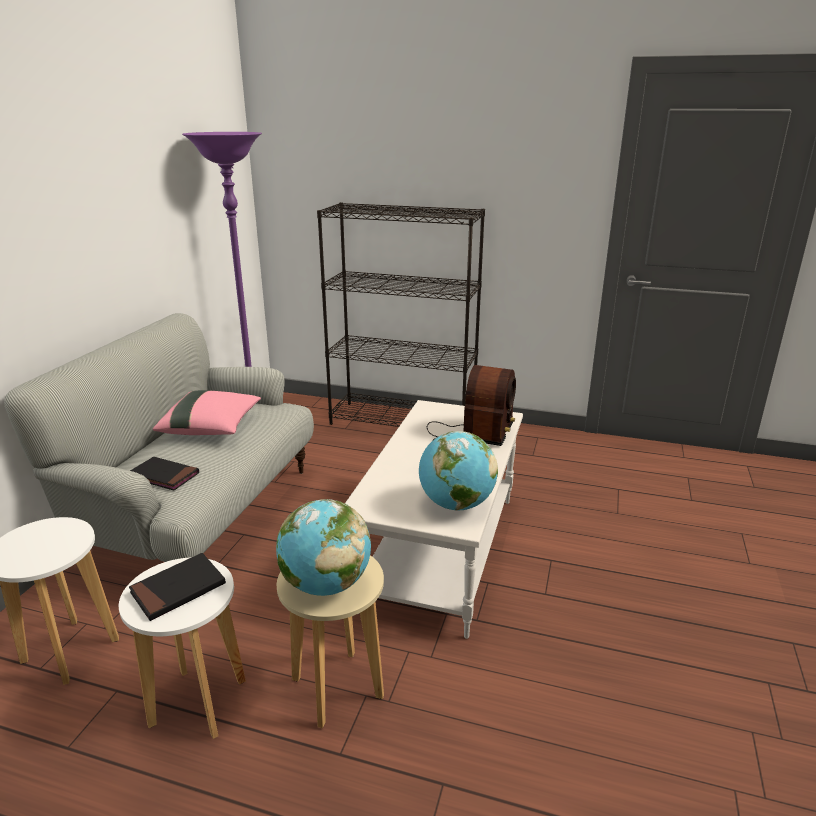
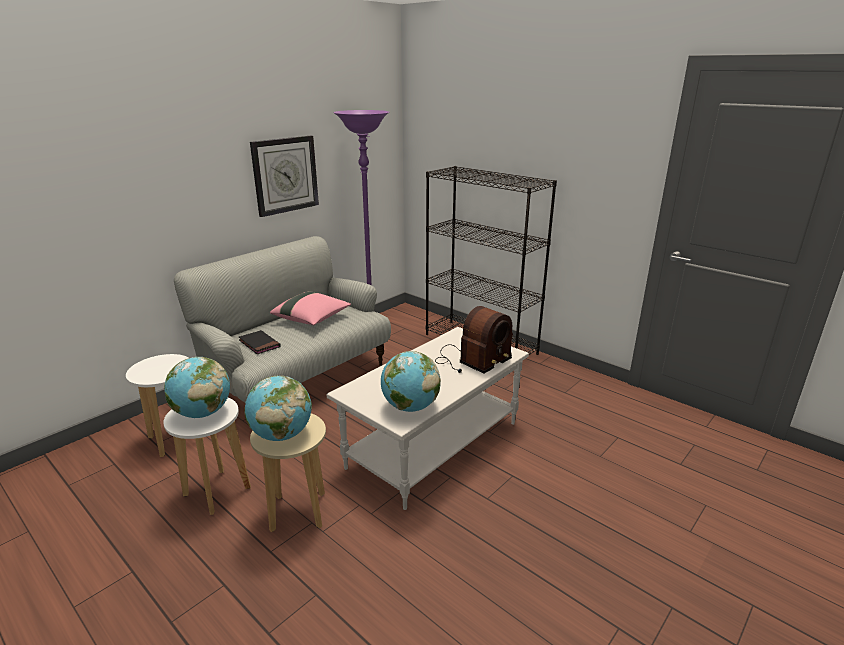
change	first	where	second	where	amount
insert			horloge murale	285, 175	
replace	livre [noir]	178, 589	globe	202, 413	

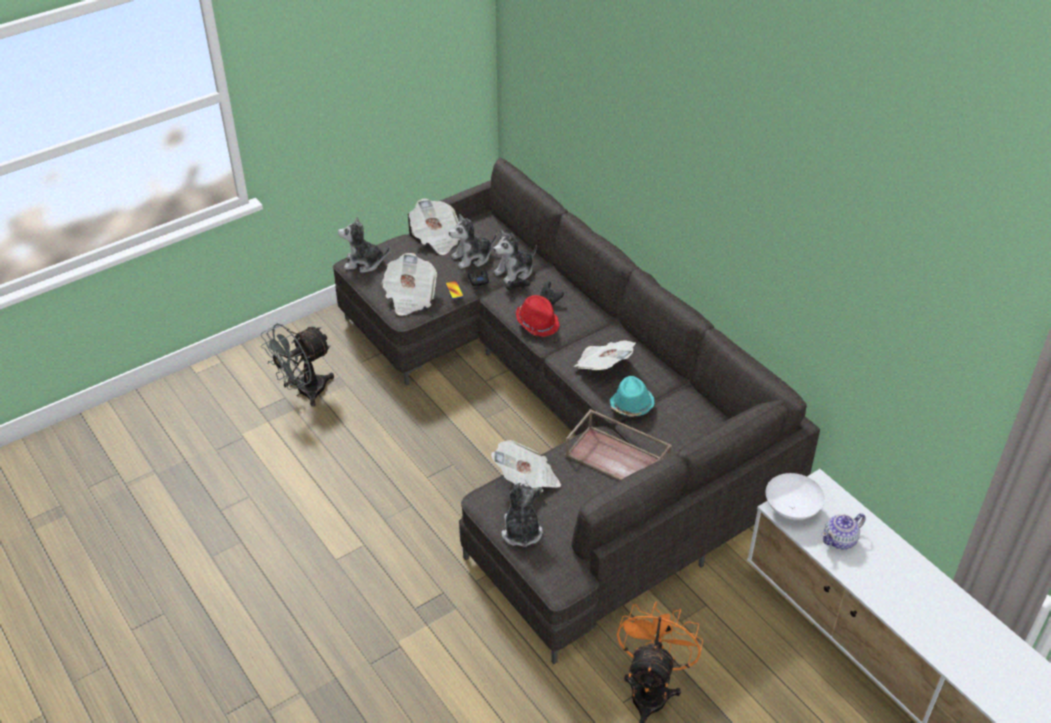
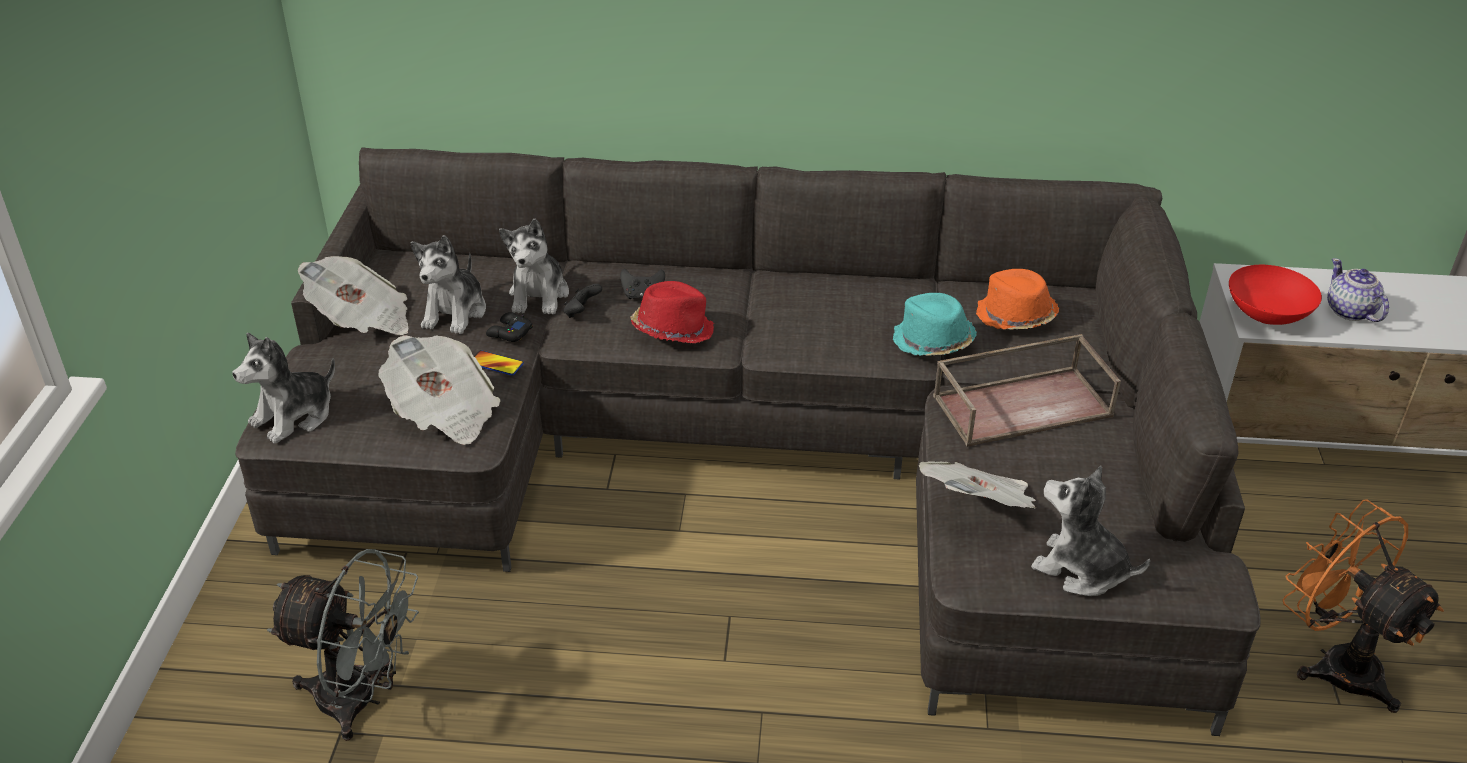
change	first	where	second	where	amount
delete	journal	603, 366			
insert			chapeau [orange]	1015, 317	
recolor	bol [blanc]	792, 508	bol [rouge]	1266, 315	
rotate	ventilateur [gris]	304, 392		362, 700	75 degrees counterclockwise
rotate	théière	840, 540		1350, 311	150 degrees clockwise

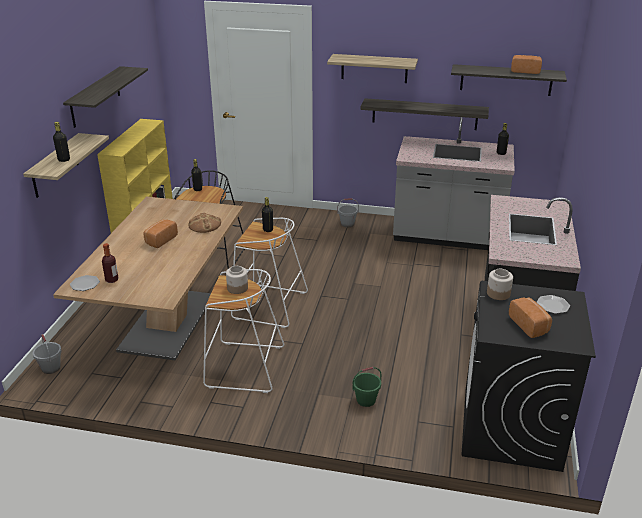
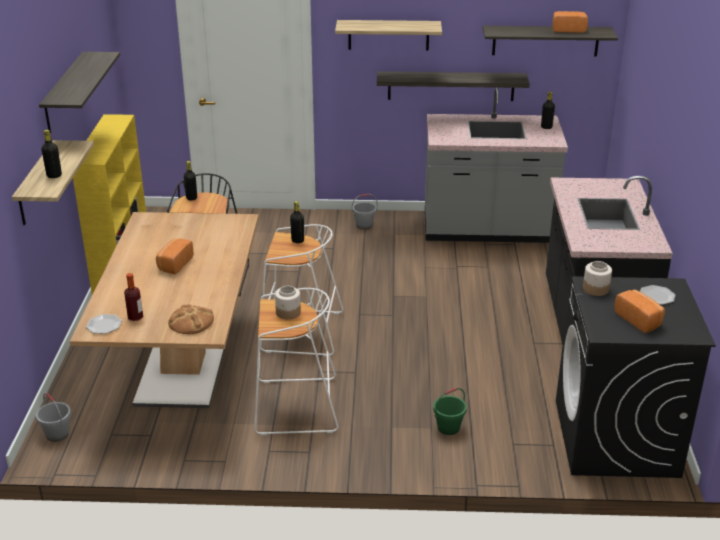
change	first	where	second	where	amount
move	pain	204, 225		191, 322	

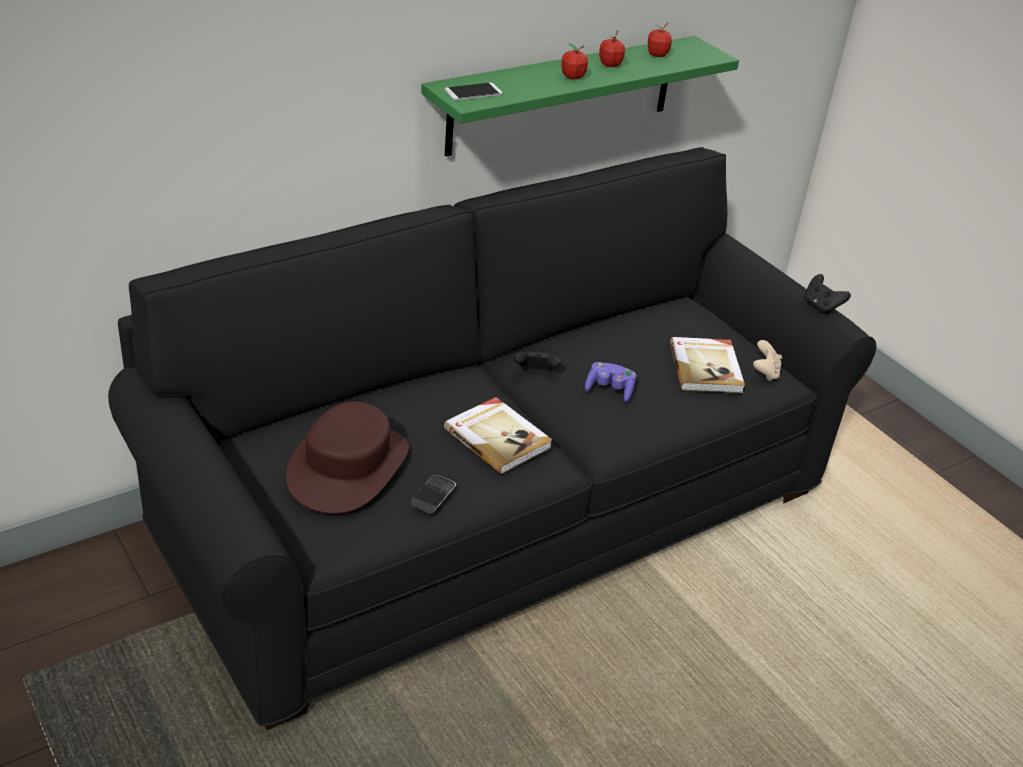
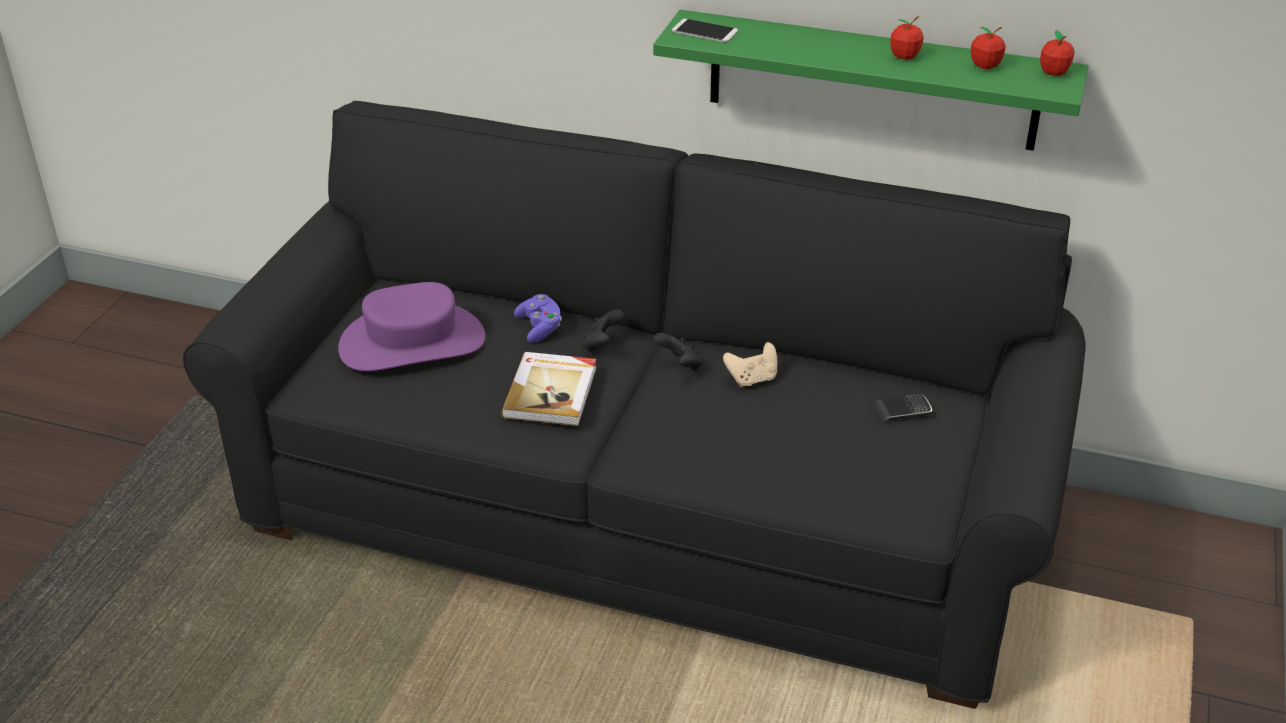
change	first	where	second	where	amount
delete	livre	706, 368			
move	téléphone	433, 496		903, 410	
move	pomme	572, 77		1054, 72	
move	manette [violet]	609, 390		540, 328	
move	manette [beige]	765, 372		752, 379	
move	manette [noir]	821, 306		601, 344	
recolor	chapeau [marron]	348, 467	chapeau [violet]	412, 342	

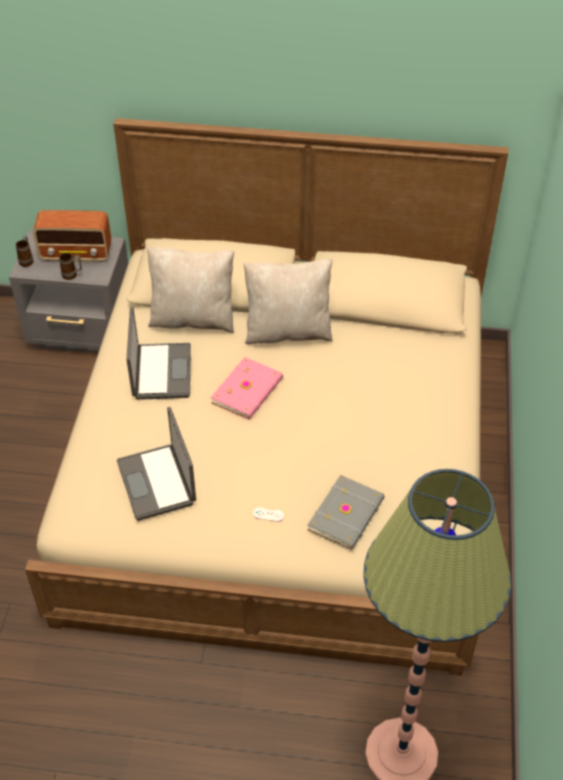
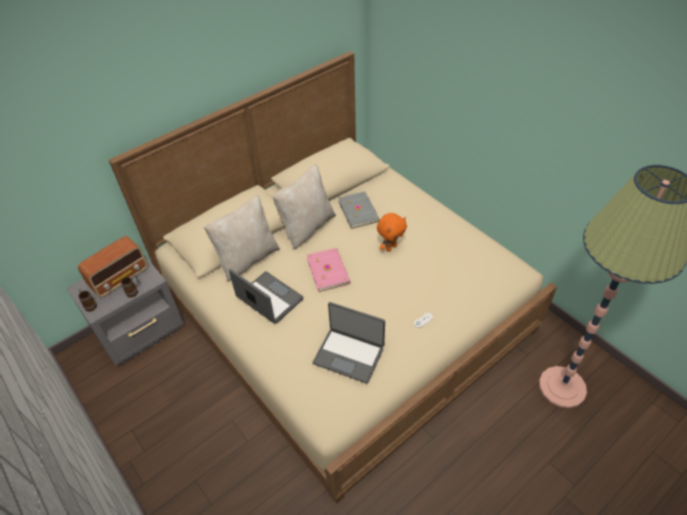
change	first	where	second	where	amount
insert			peluche [orange]	390, 247	
move	livre [gris]	347, 515		359, 211	

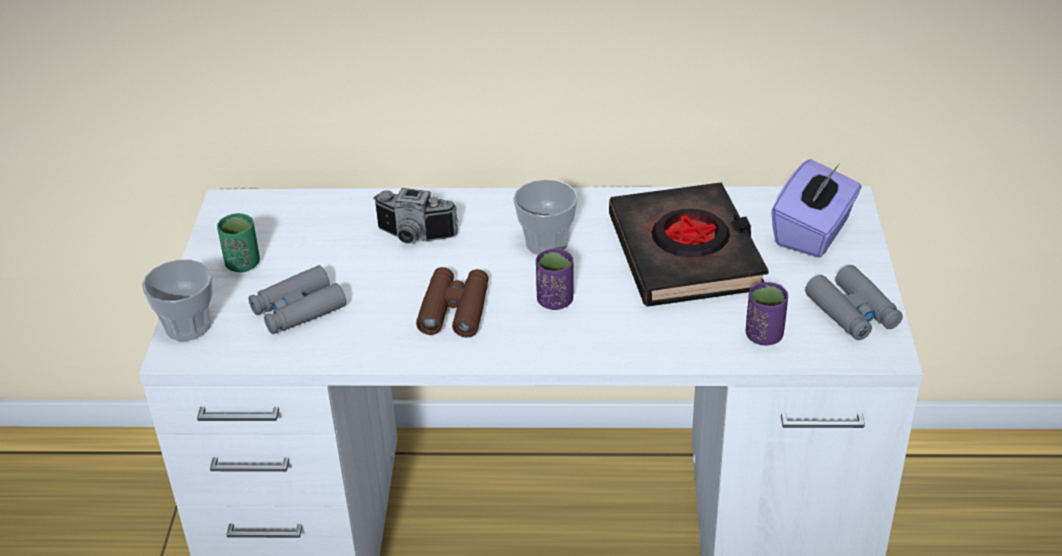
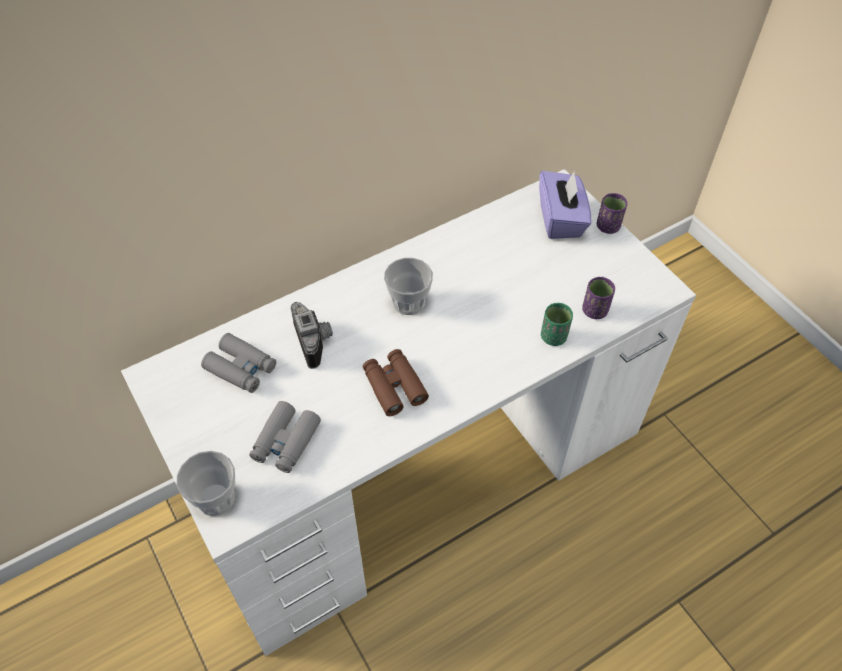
change	first	where	second	where	amount
delete	livre [noir]	686, 254			
move	tasse [vert]	243, 264		553, 337	
move	tasse [violet]	555, 301		608, 227	
move	jumelles [gris]	852, 312		241, 368	
rotate	appareil photo	413, 238		316, 341	90 degrees counterclockwise

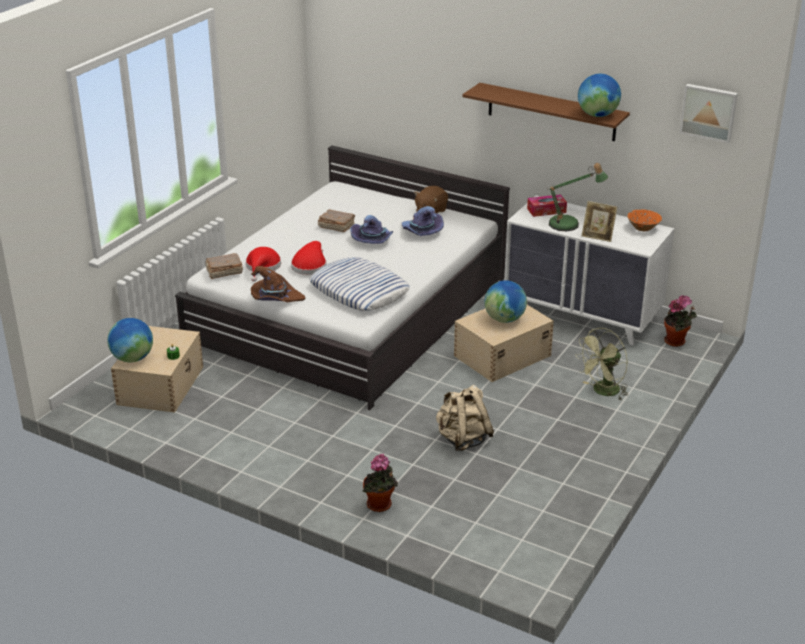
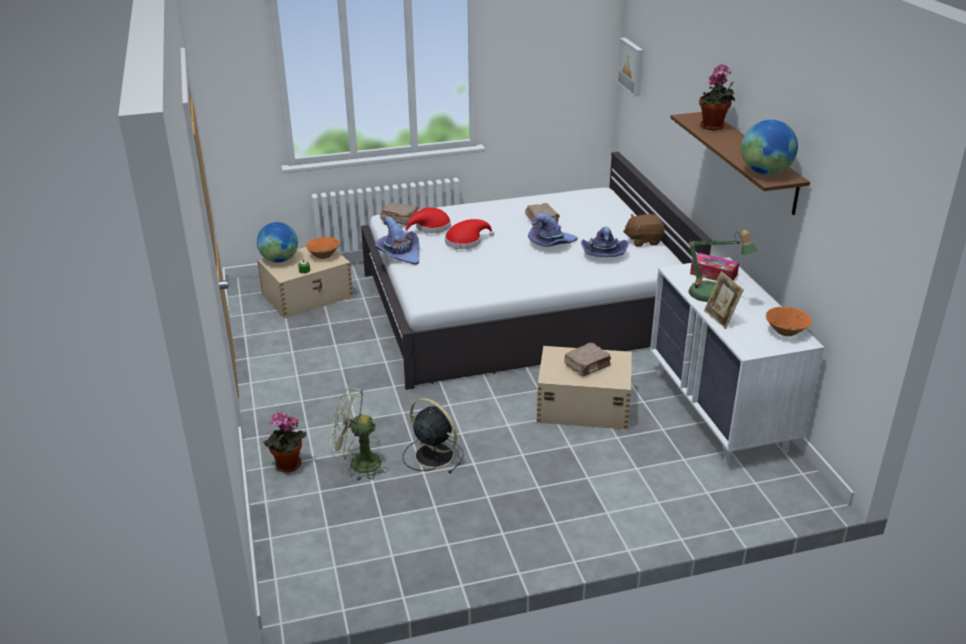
change	first	where	second	where	amount
delete	coussin	359, 291			
insert			bol [orange]	323, 255	
move	ventilateur [vert]	602, 392		358, 464	
move	plante en pot	676, 342		713, 127	
move	tableau	709, 112		632, 66	
replace	sac à dos [beige]	463, 439	ventilateur [noir]	432, 455	
replace	globe	505, 319	livre [marron]	587, 366	
recolor	chapeau [marron]	275, 298	chapeau [violet]	399, 254	

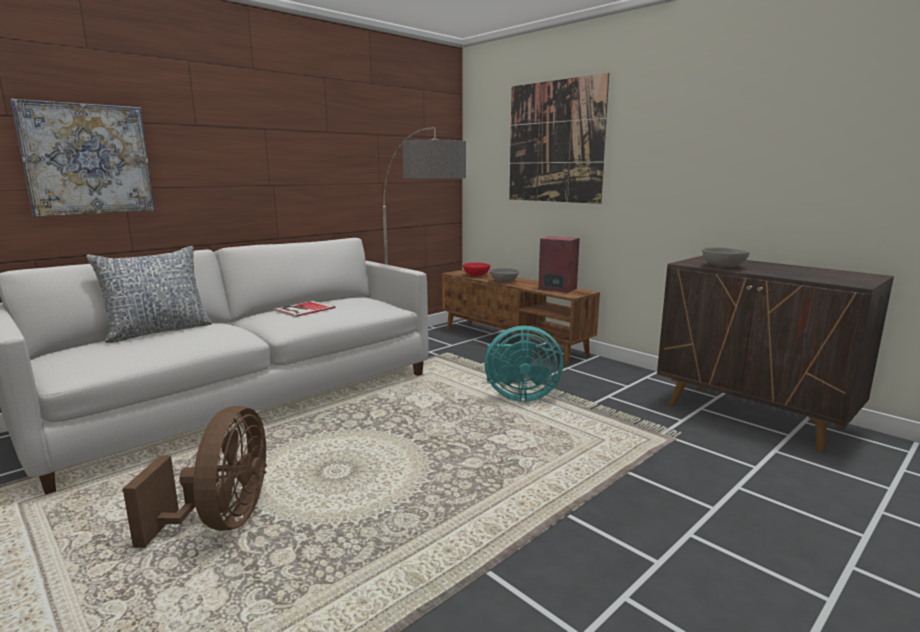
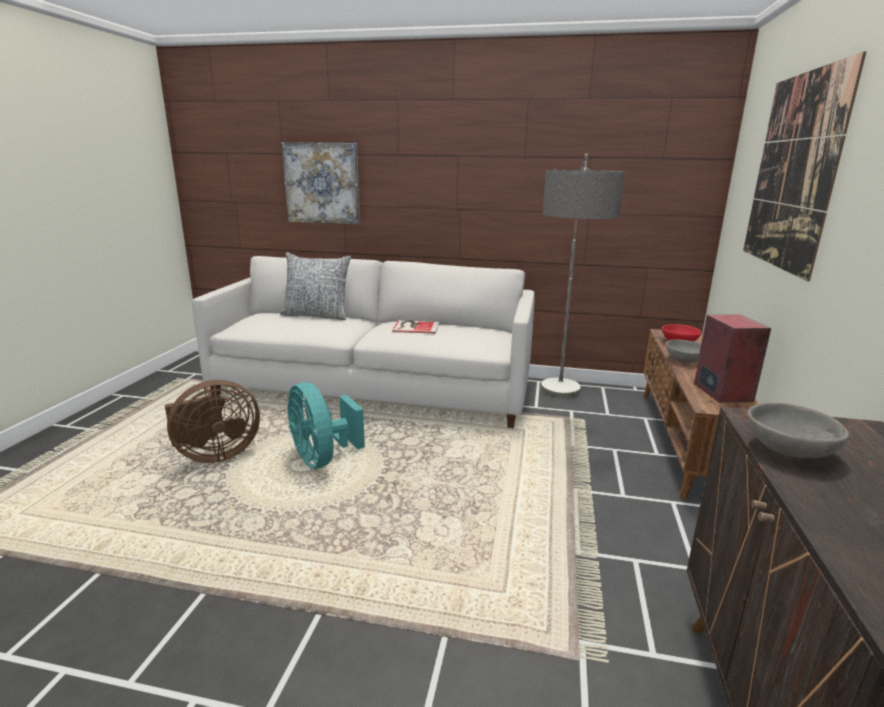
change	first	where	second	where	amount
move	ventilateur [turquoise]	519, 396		322, 458	

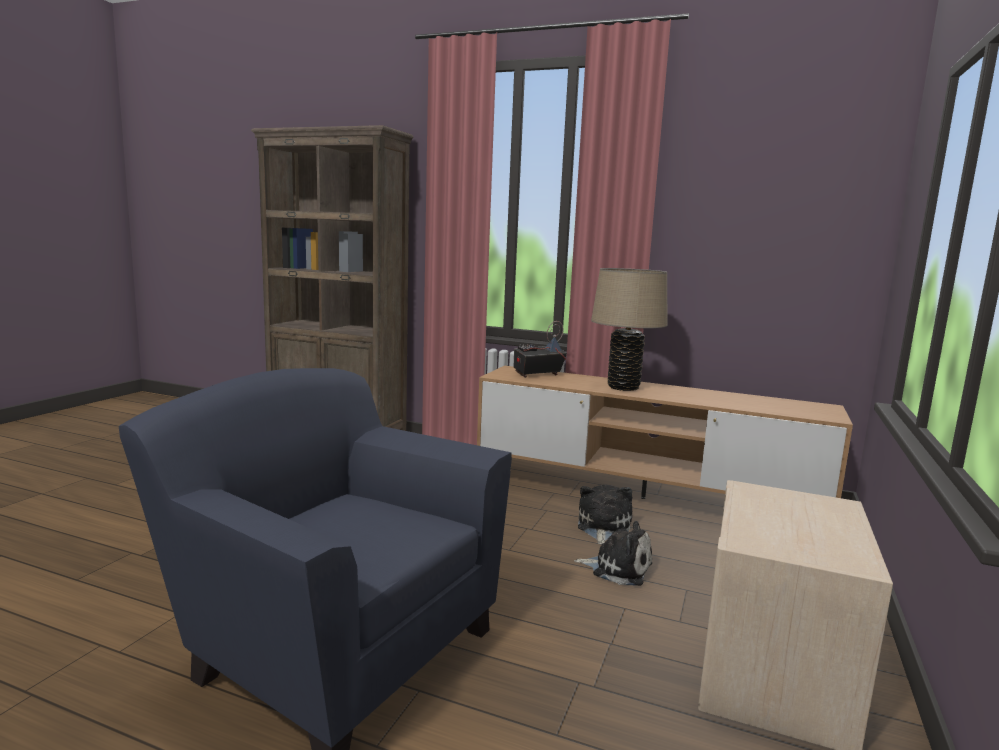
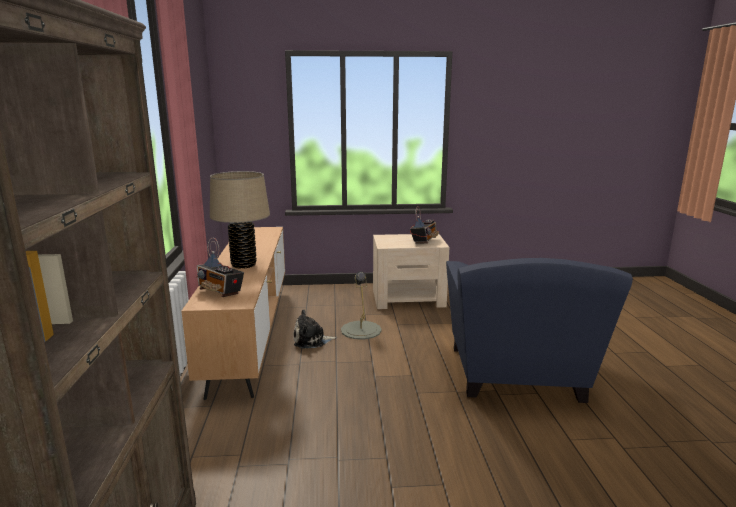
change	first	where	second	where	amount
insert			radio	424, 241	
replace	peluche	618, 568	lampe de table [gris]	361, 330	

